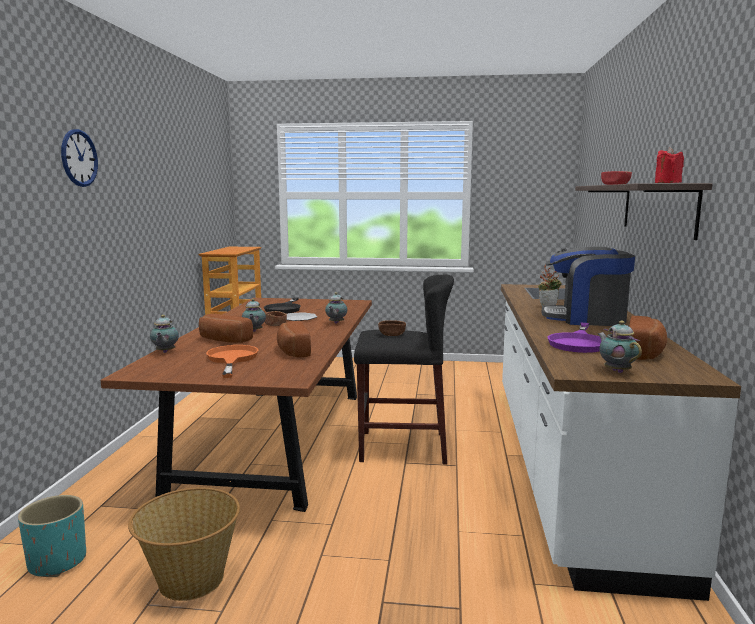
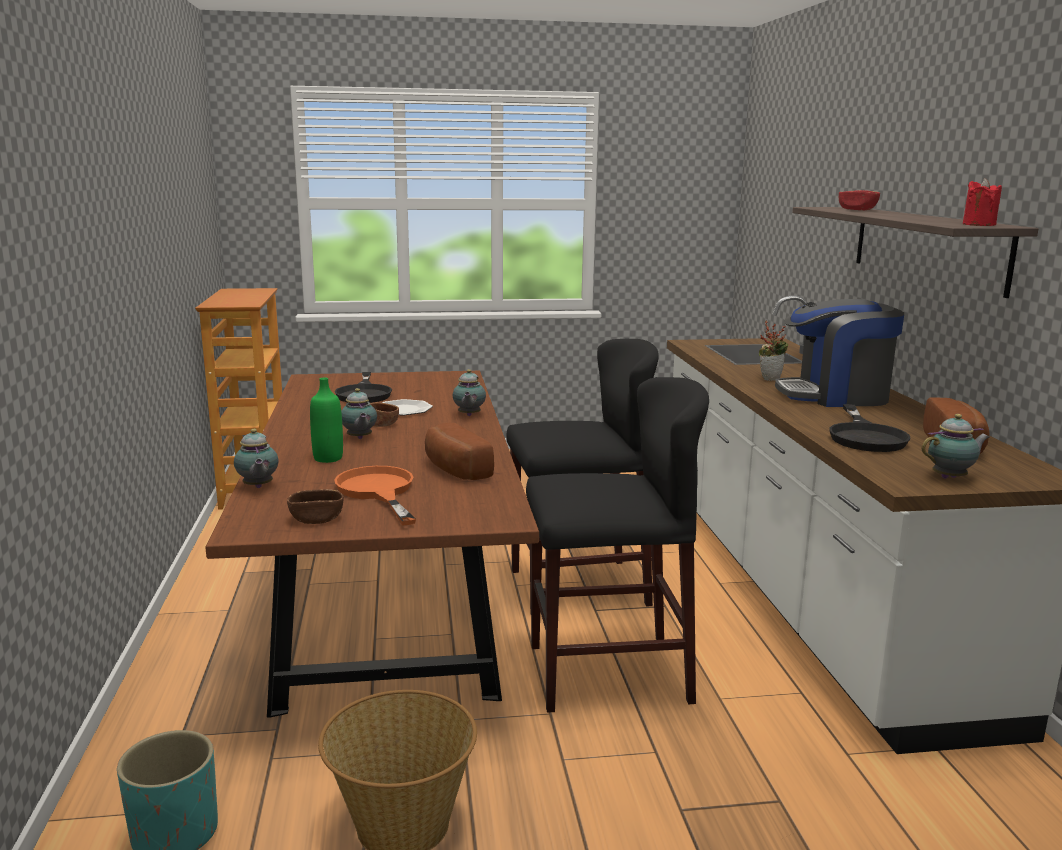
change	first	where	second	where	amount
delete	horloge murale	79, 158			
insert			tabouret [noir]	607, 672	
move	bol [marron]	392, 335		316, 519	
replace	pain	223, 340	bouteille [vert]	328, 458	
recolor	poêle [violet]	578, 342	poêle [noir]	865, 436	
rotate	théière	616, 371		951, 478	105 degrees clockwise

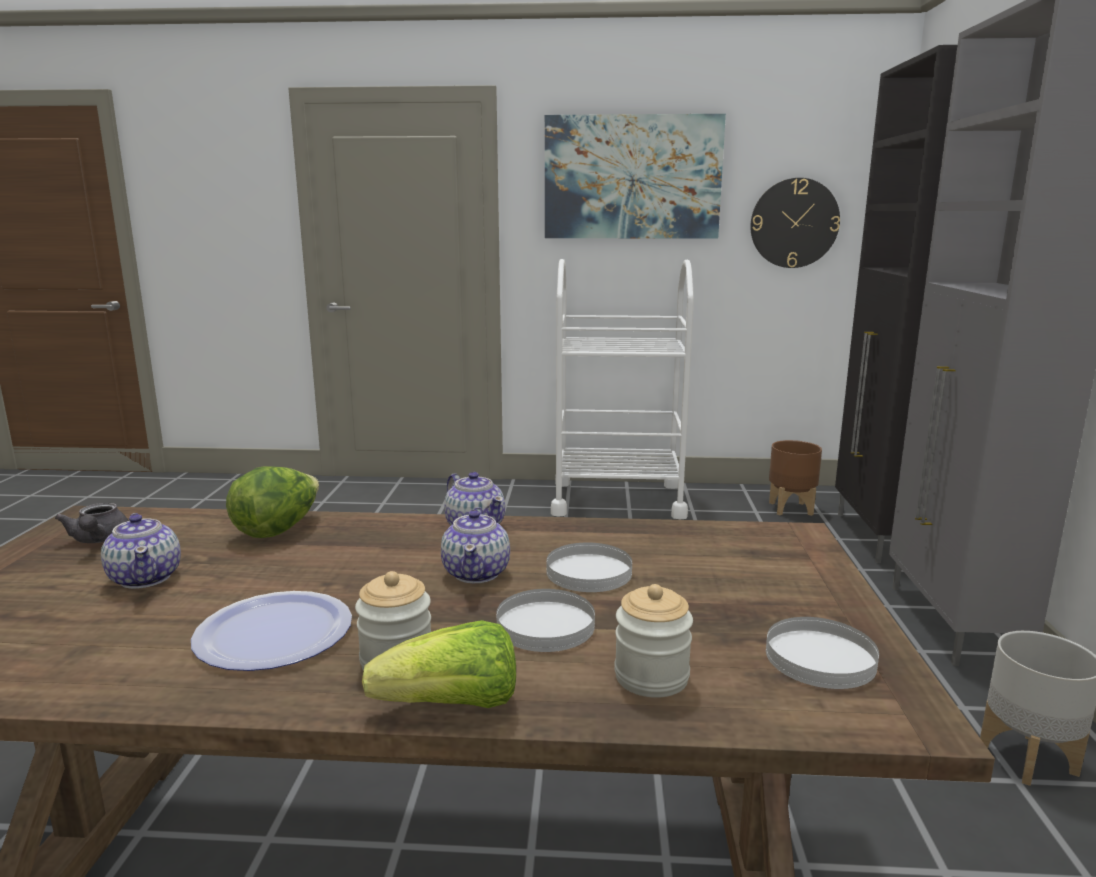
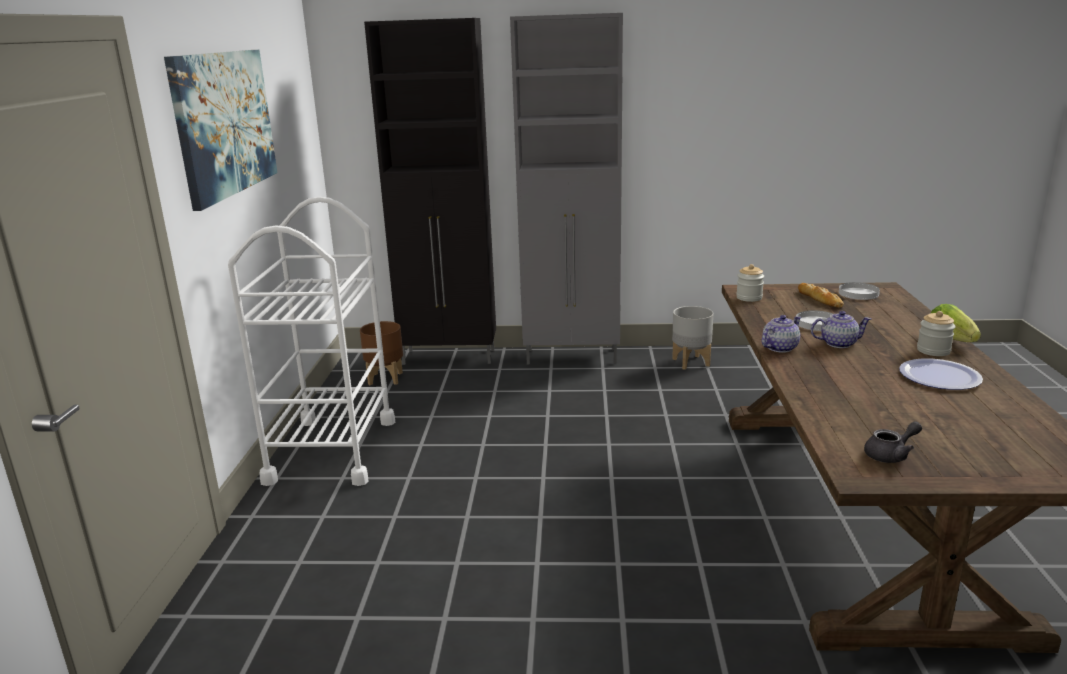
change	first	where	second	where	amount
delete	théière	146, 577			
delete	laitue	278, 529			
delete	assiette [blanc]	546, 625			
delete	horloge murale	794, 223			
insert			pain	819, 299	
move	bocal	651, 677		749, 298	

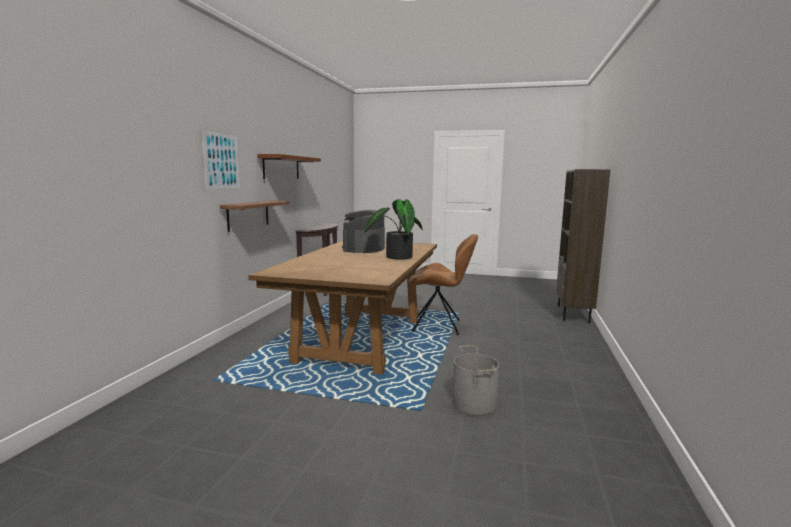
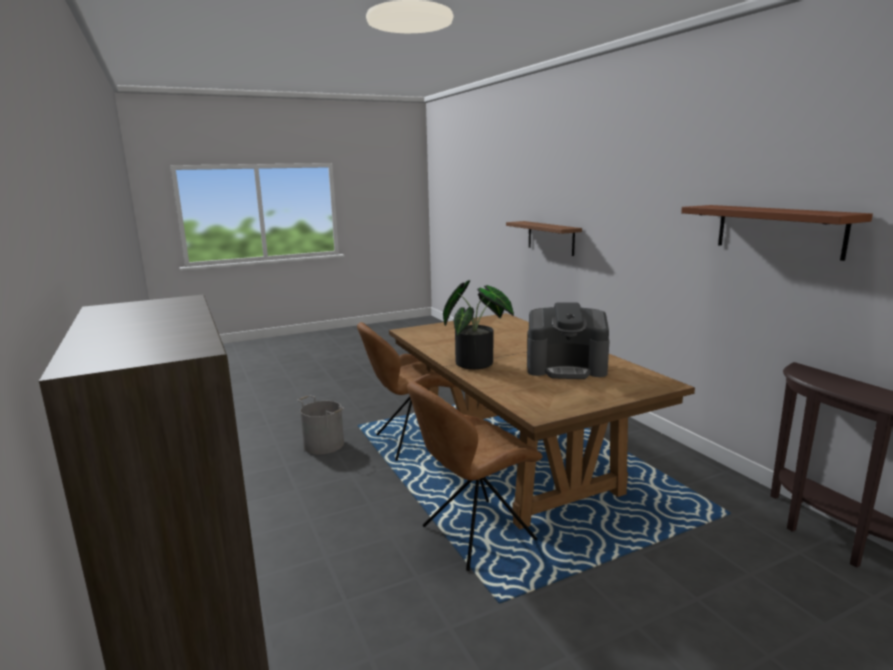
change	first	where	second	where	amount
delete	tableau	221, 161			
insert			chaise [marron]	411, 442	
move	étagère	248, 215		550, 237	
rotate	machine à café	364, 249		566, 368	120 degrees clockwise

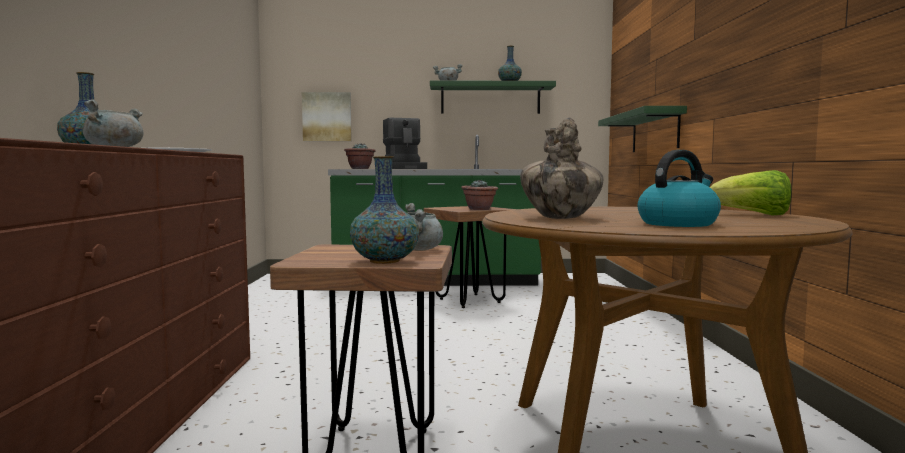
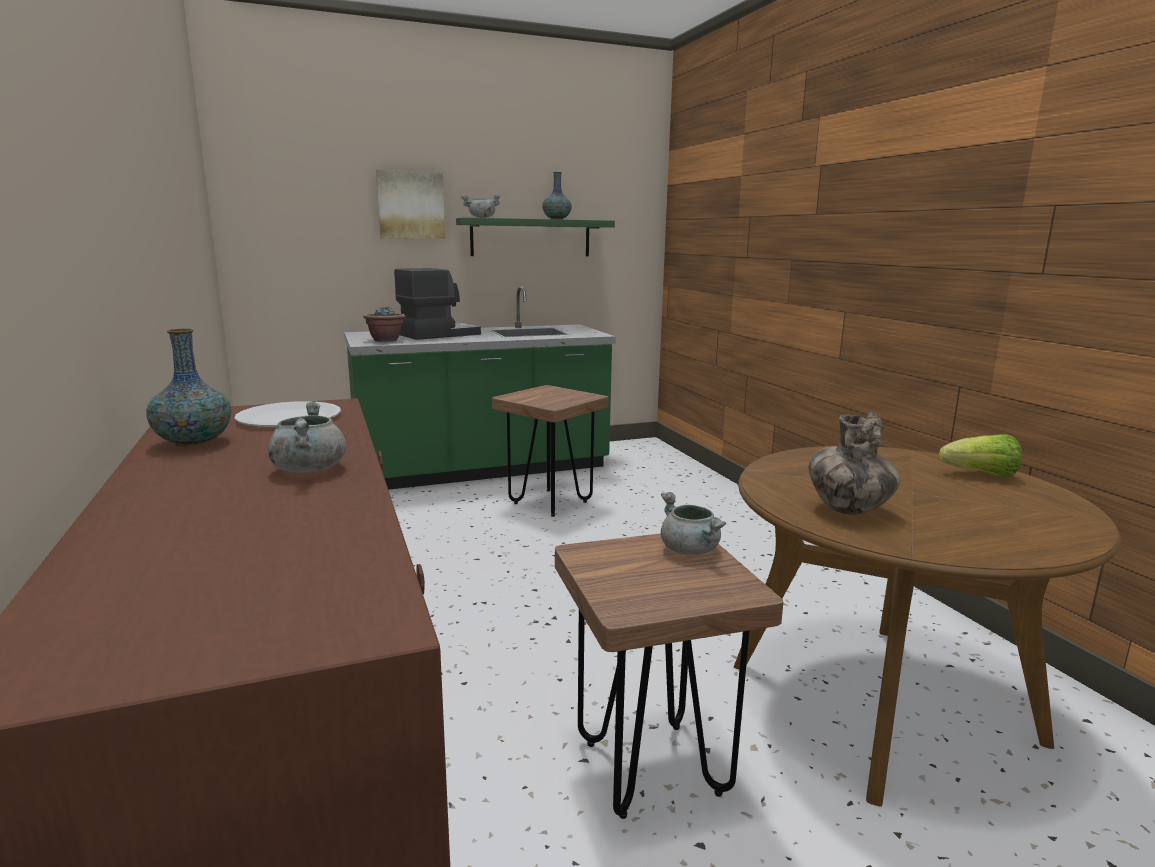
change	first	where	second	where	amount
delete	vase	384, 261			
delete	plante en pot	479, 209			
delete	étagère [vert]	654, 132			
delete	bouilloire	678, 223			
move	tableau	327, 117		411, 205	
rotate	machine à café	405, 168		438, 334	90 degrees counterclockwise

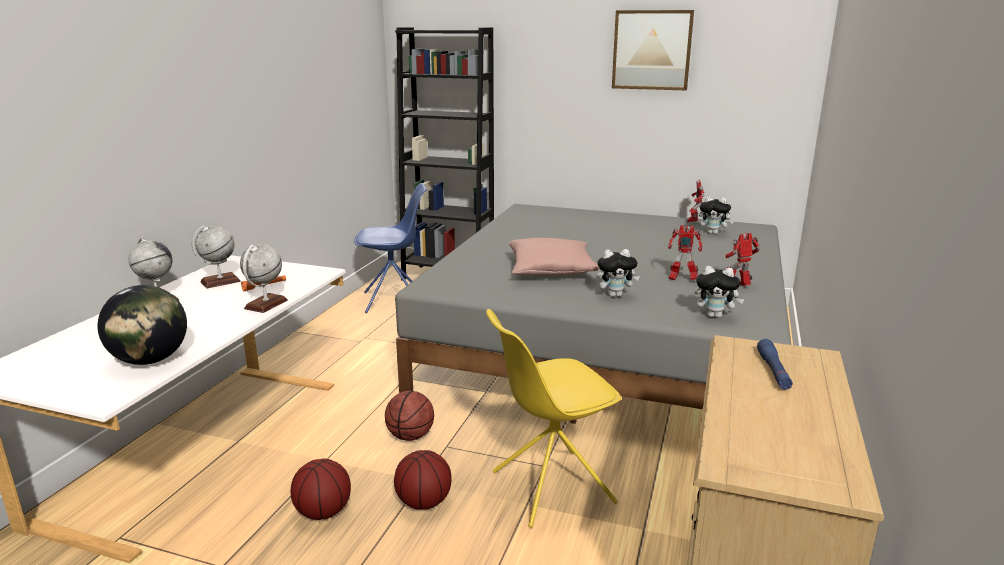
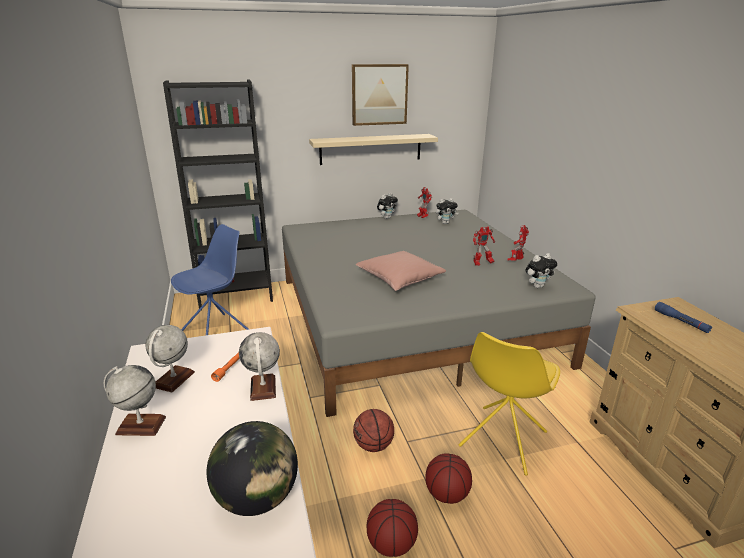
change	first	where	second	where	amount
insert			étagère [beige]	371, 149	
move	peluche	615, 295		386, 217	

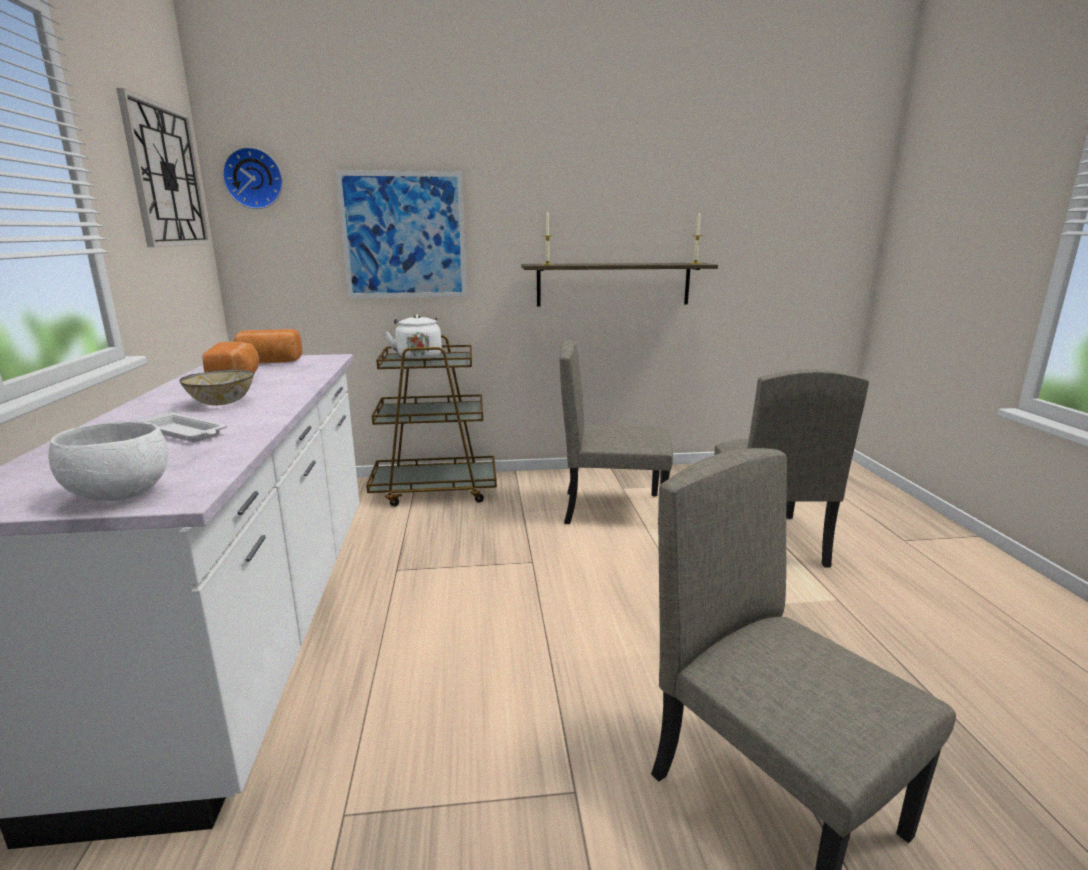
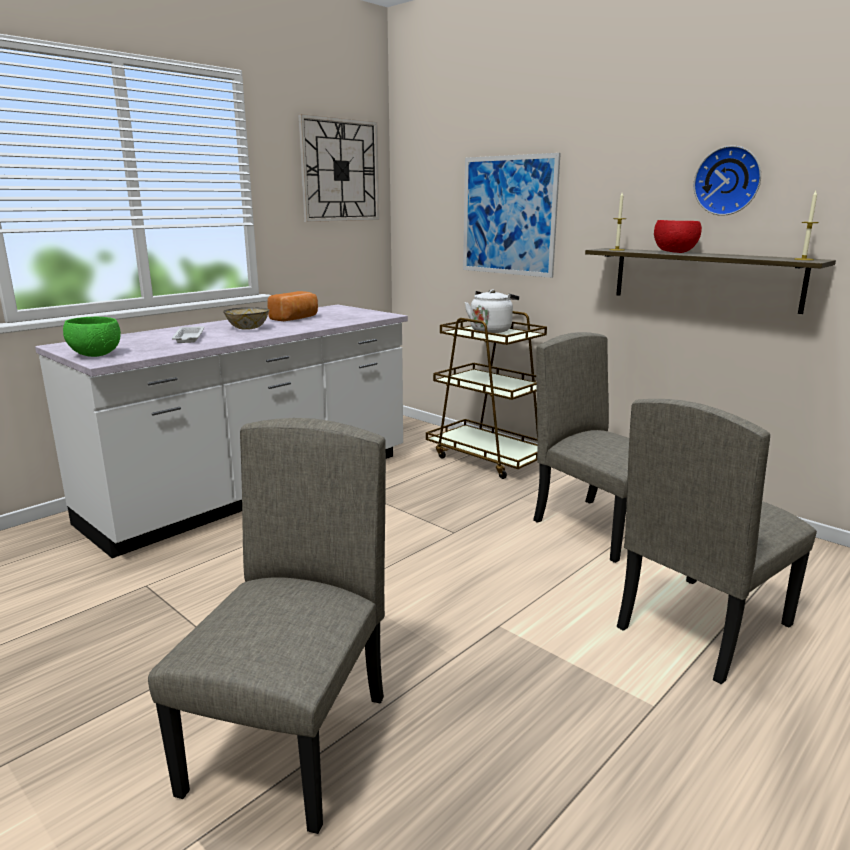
change	first	where	second	where	amount
delete	pain	269, 362			
insert			bol [rouge]	675, 252	
move	horloge murale	254, 178		728, 181	
recolor	bol [blanc]	121, 495	bol [vert]	95, 355	

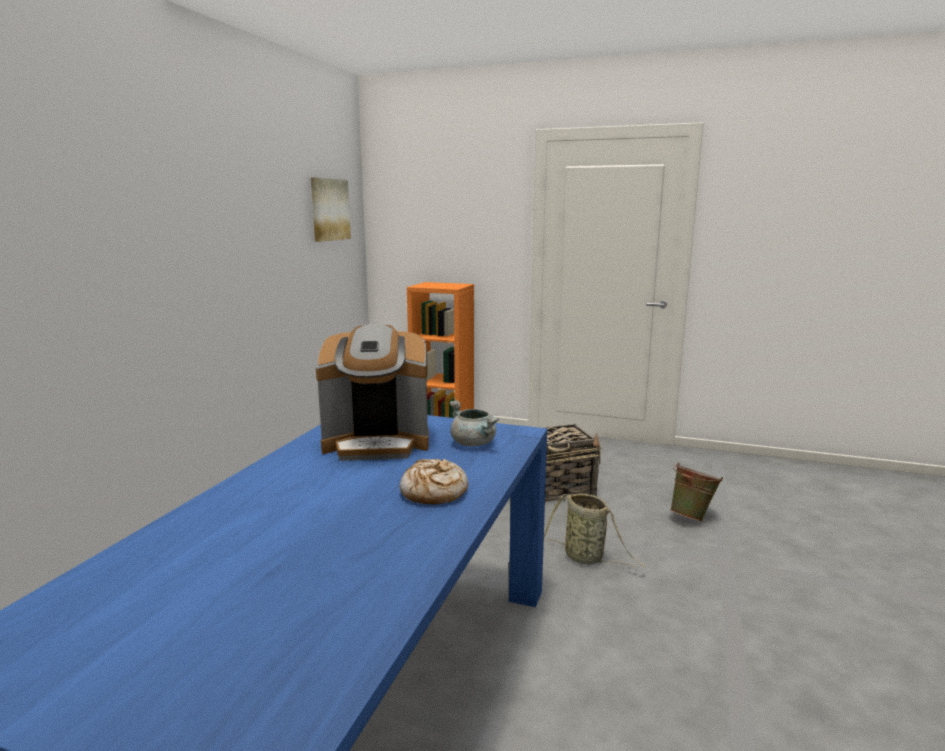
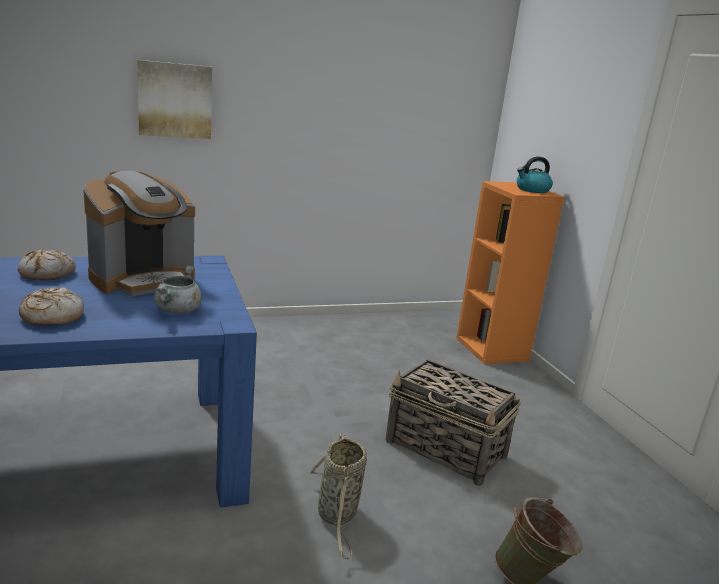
change	first	where	second	where	amount
insert			pain	47, 273	
insert			bouilloire	532, 190	
move	tableau	329, 209		175, 100	
rotate	machine à café	377, 443		143, 280	90 degrees counterclockwise

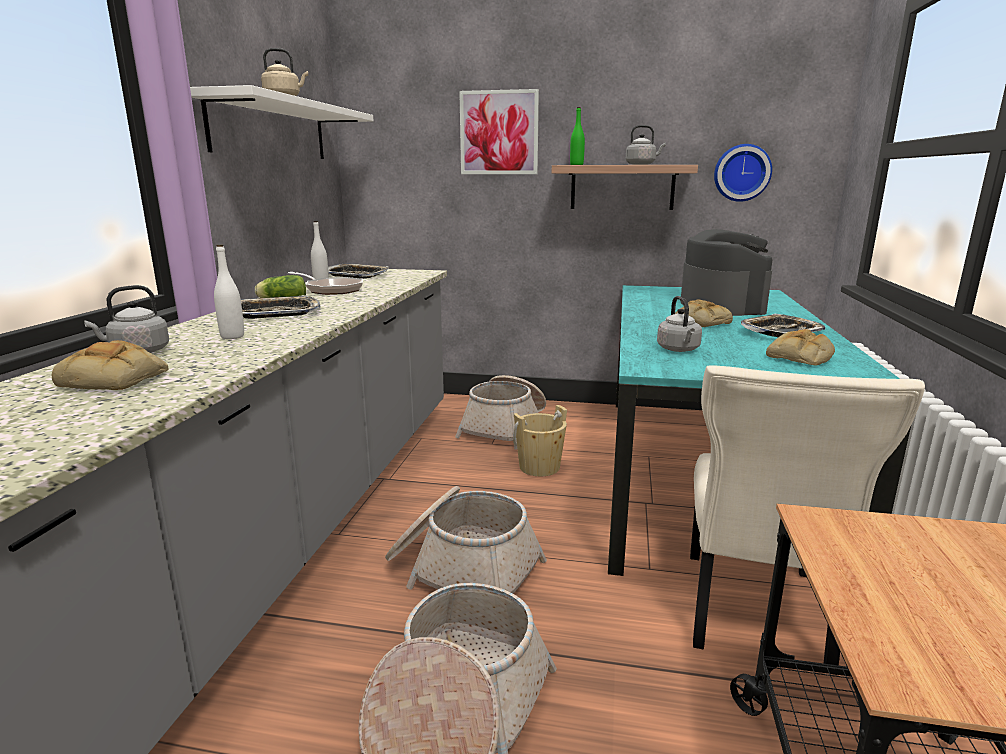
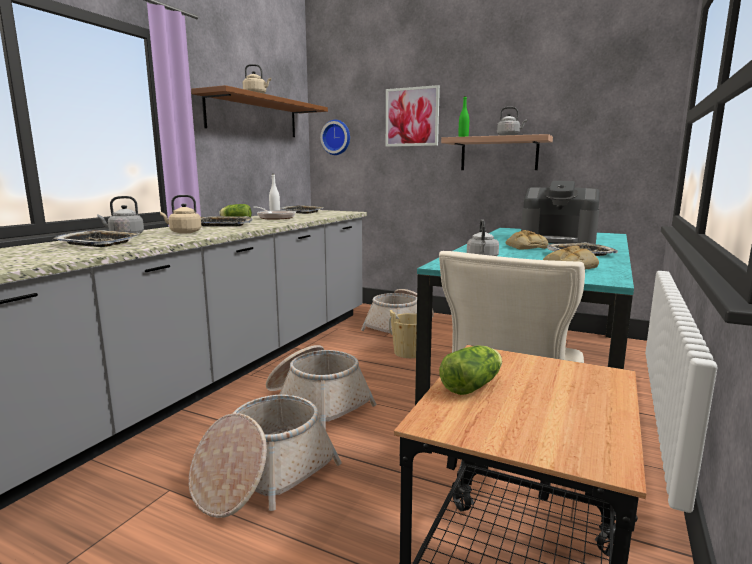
change	first	where	second	where	amount
insert			laitue	473, 385	
move	horloge murale	741, 173		336, 137	
replace	pain	116, 379	plateau	99, 244	
replace	bouteille [blanc]	232, 336	bouilloire [beige]	184, 232	
recolor	étagère [blanc]	271, 130	étagère [marron]	253, 116	
rotate	machine à café	721, 305		558, 240	105 degrees clockwise

